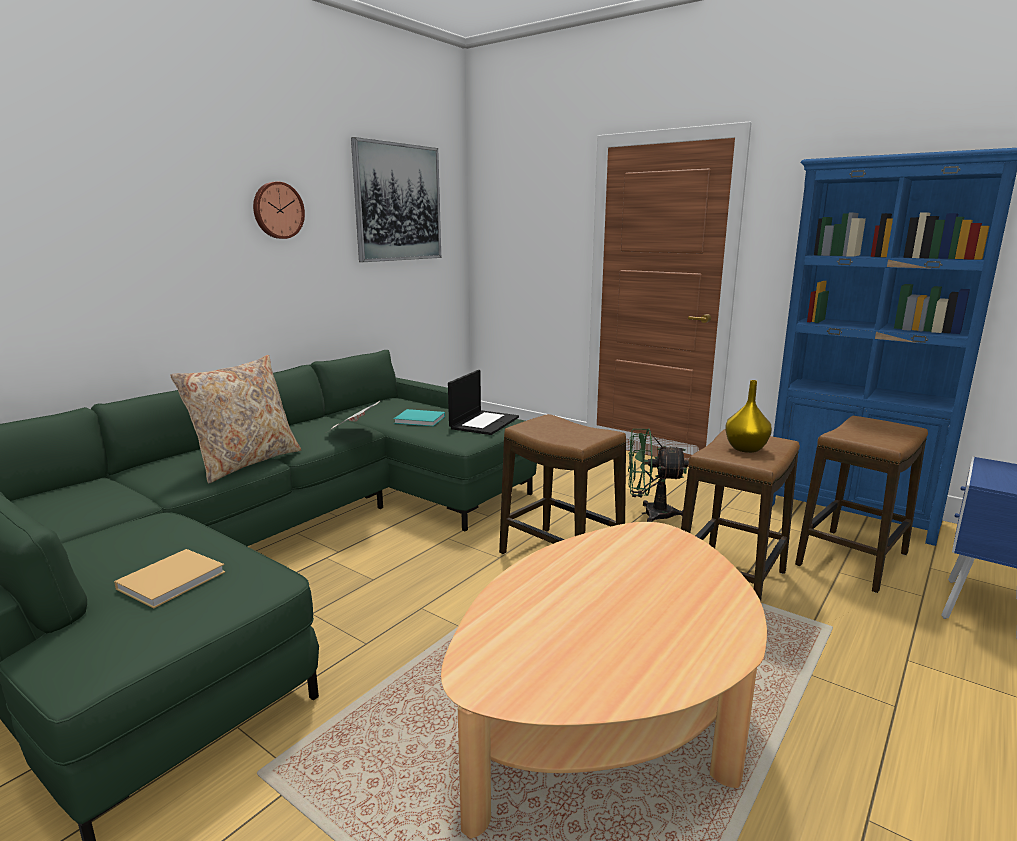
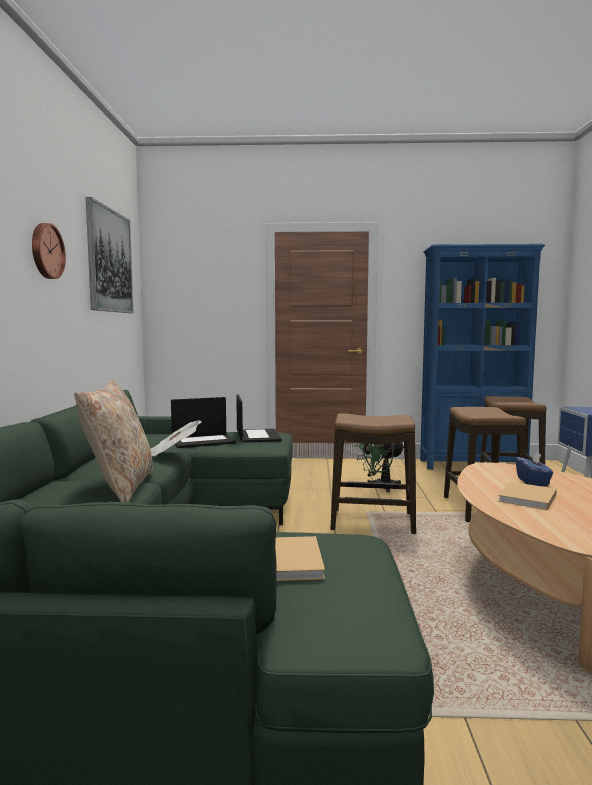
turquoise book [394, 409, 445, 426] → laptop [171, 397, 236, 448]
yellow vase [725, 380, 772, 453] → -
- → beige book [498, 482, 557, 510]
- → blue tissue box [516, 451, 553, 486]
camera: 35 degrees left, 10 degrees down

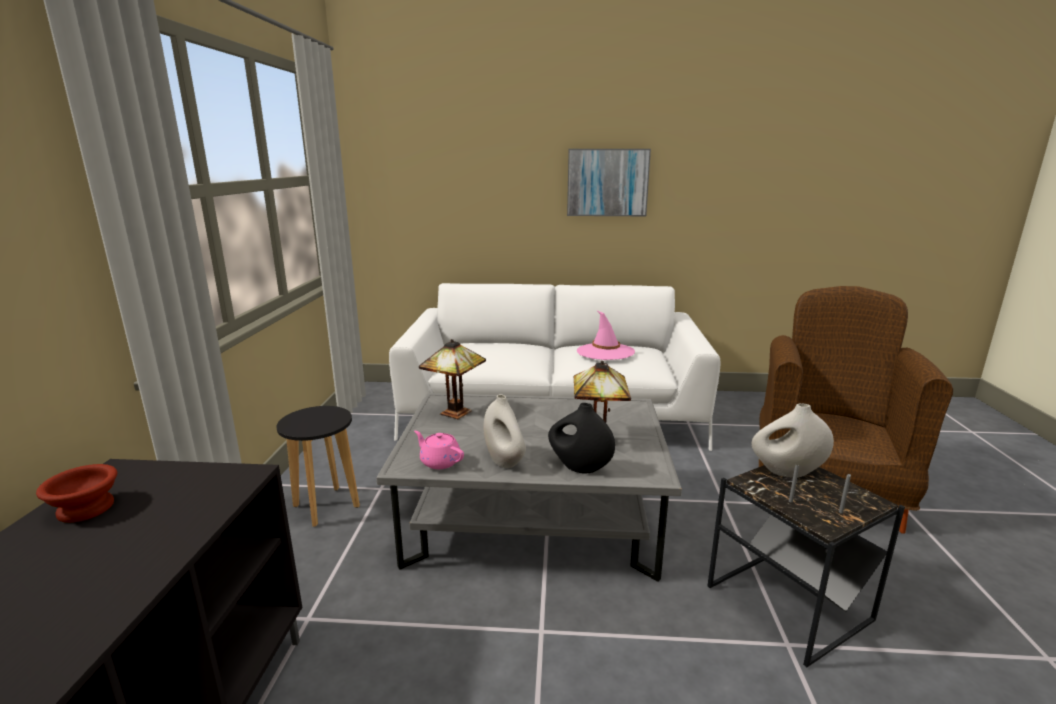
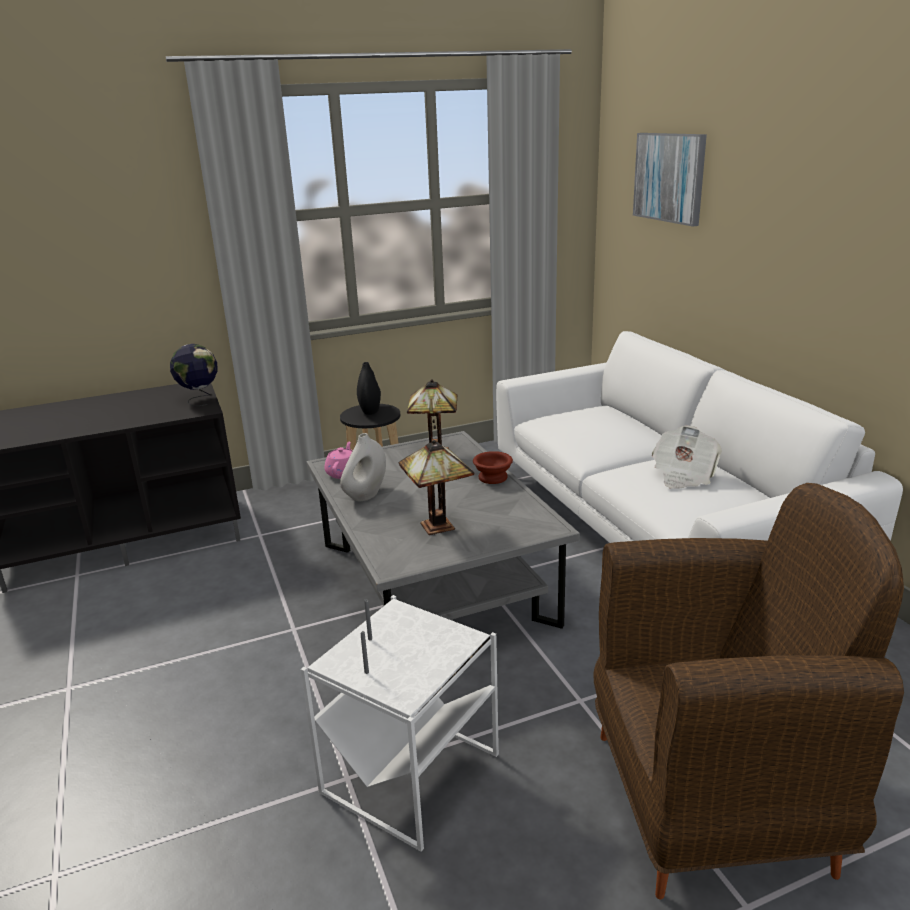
brown bowl [36, 464, 117, 523] → brown bowl [473, 451, 513, 484], relocated
black vase [548, 403, 615, 473] → black vase [357, 362, 381, 415], relocated
picture [567, 149, 651, 216] → picture [633, 133, 707, 227], relocated
pink hat [577, 311, 635, 360] → newspaper [652, 425, 722, 489]
black side table [707, 465, 905, 667] → white side table [301, 595, 499, 852]
white vase [752, 403, 834, 478] → -
- → globe [170, 344, 218, 406]
camera: 65 degrees right, 5 degrees up

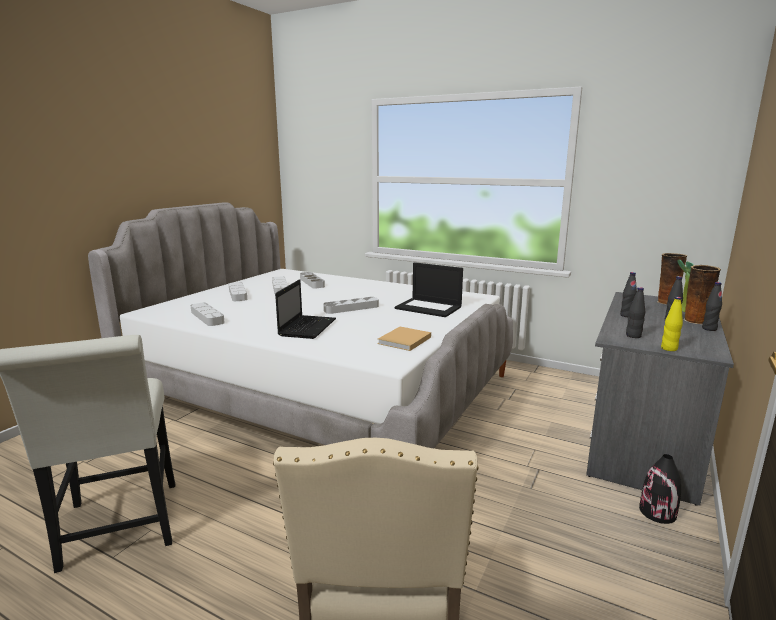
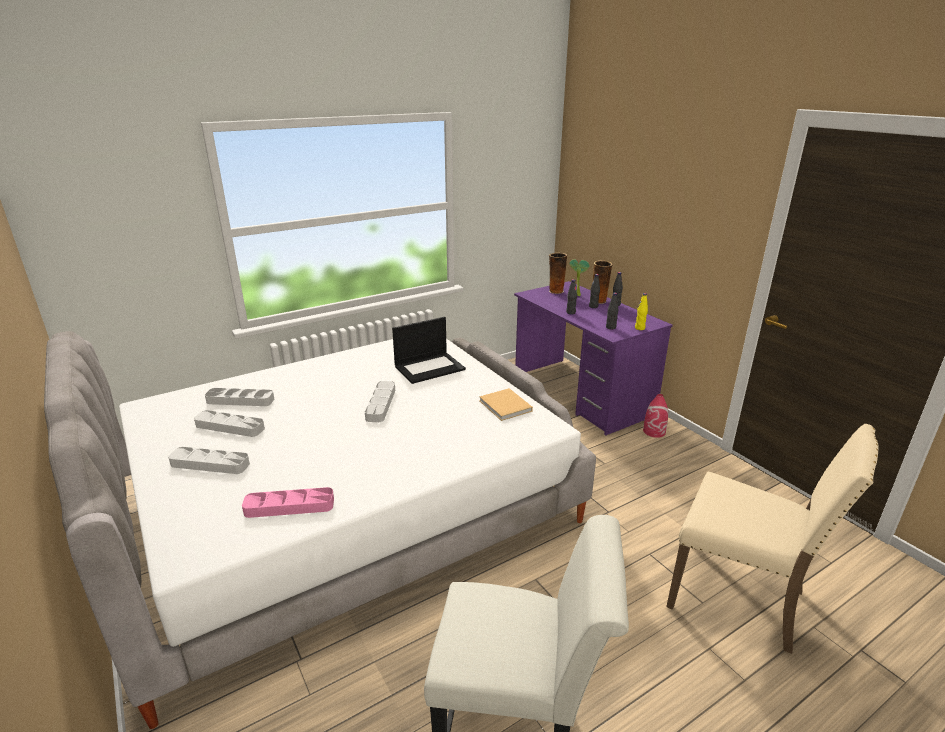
grey tray [190, 303, 225, 326] → pink tray [242, 487, 334, 518]
laptop [275, 279, 336, 339] → -
grey desk [586, 292, 734, 506] → purple desk [514, 281, 673, 436]
black vase [639, 454, 681, 524] → red vase [643, 394, 668, 438]
camera: 60 degrees left, 10 degrees up

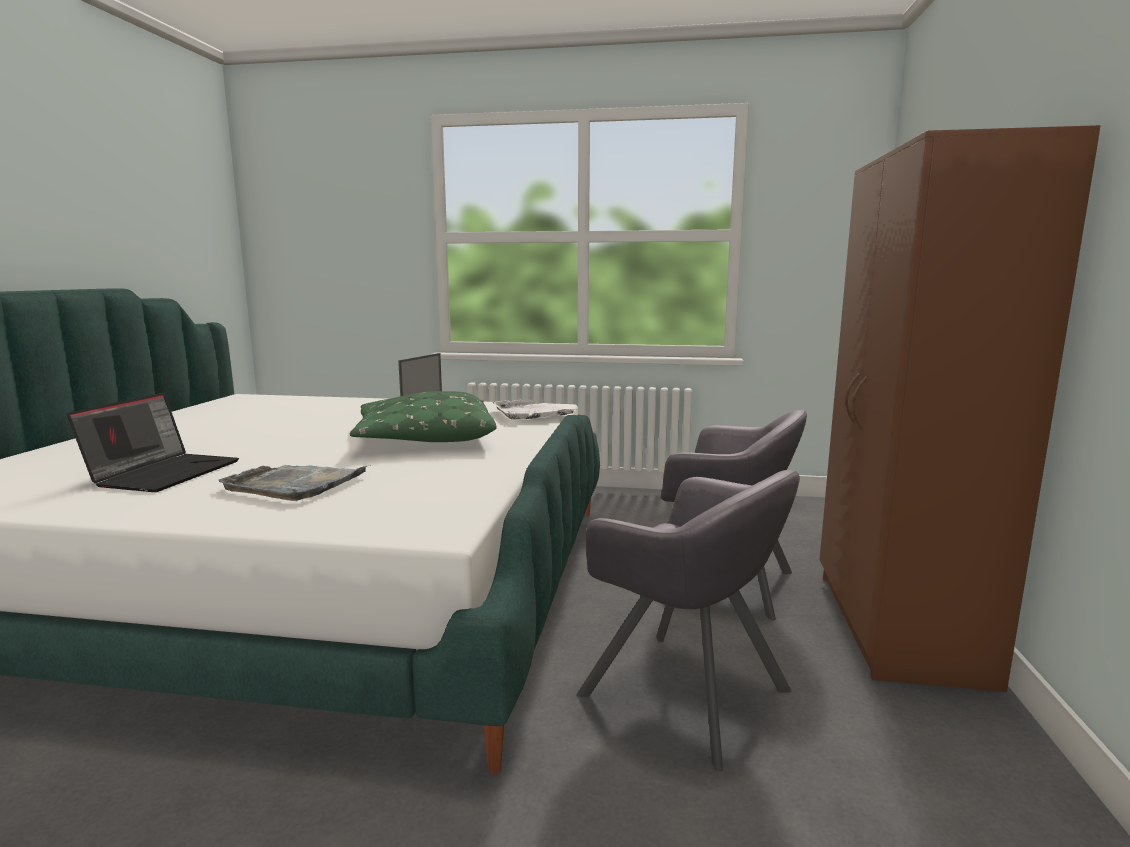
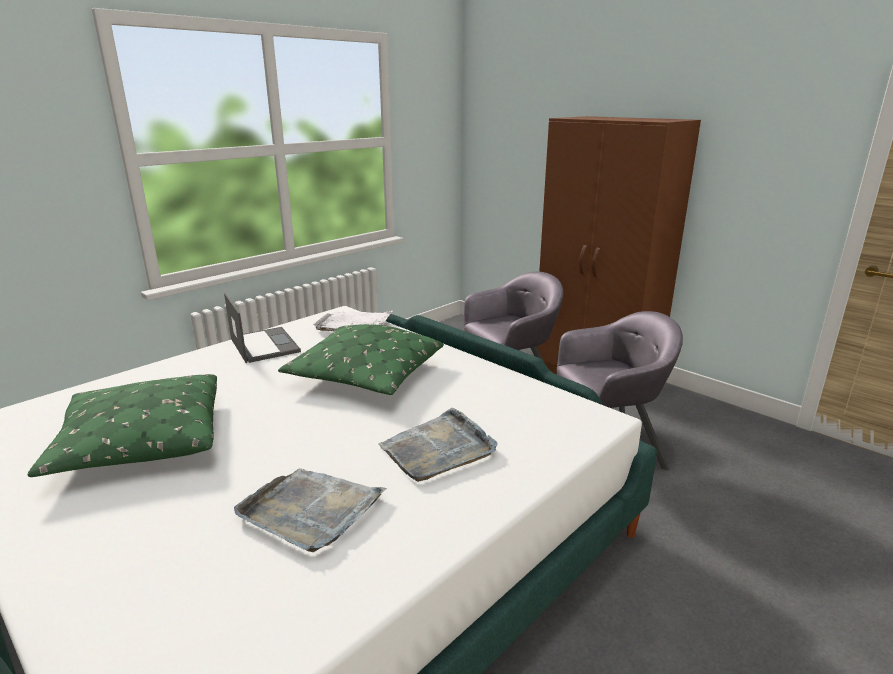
laptop [67, 393, 239, 492] → grey tray [234, 468, 387, 552]
- → green pillow [28, 374, 217, 477]
camera: 55 degrees left, 10 degrees up

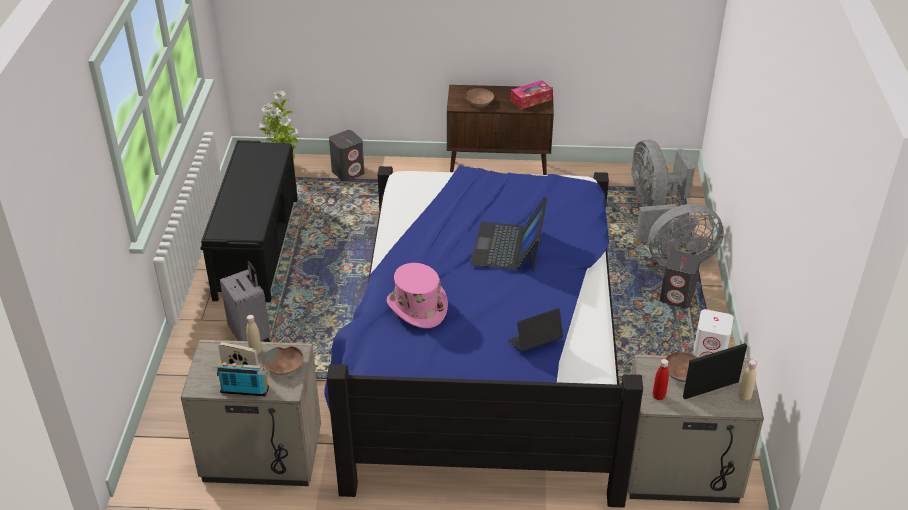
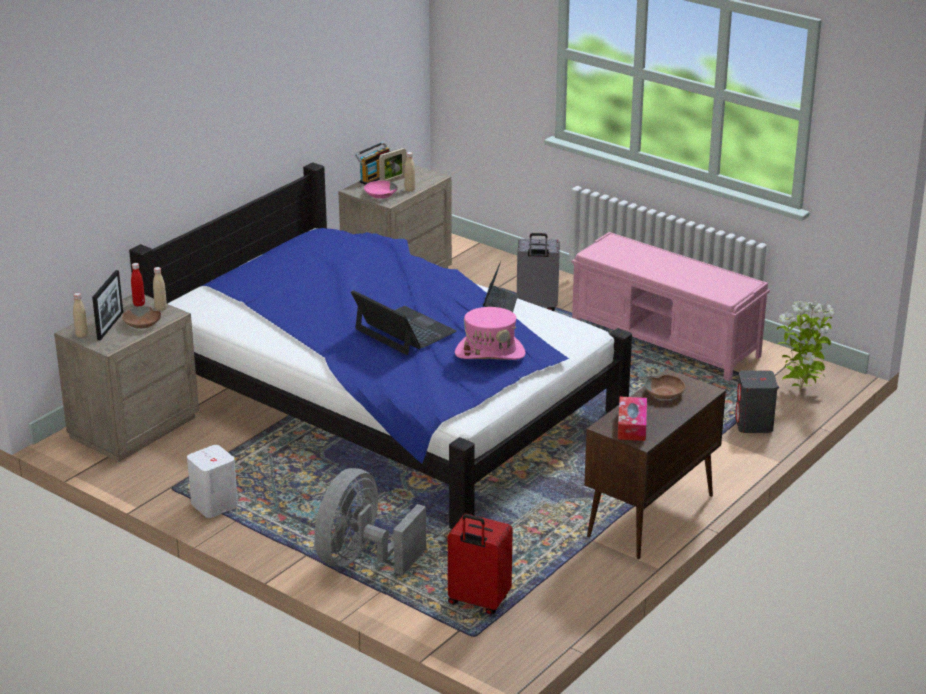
black bench [201, 140, 298, 302] → pink bench [572, 232, 770, 381]
brown bowl [263, 346, 304, 375] → pink bowl [364, 181, 397, 199]
pink hat [387, 263, 448, 328] → pink hat [455, 307, 526, 360], relocated
laptop [508, 308, 563, 351] → laptop [483, 261, 518, 312], relocated
grey fan [631, 140, 695, 207] → red suitcase [448, 514, 513, 614]
grey speaker [660, 250, 701, 308] → -
- → beige bottle [153, 267, 167, 311]
camera: 125 degrees right, 10 degrees down

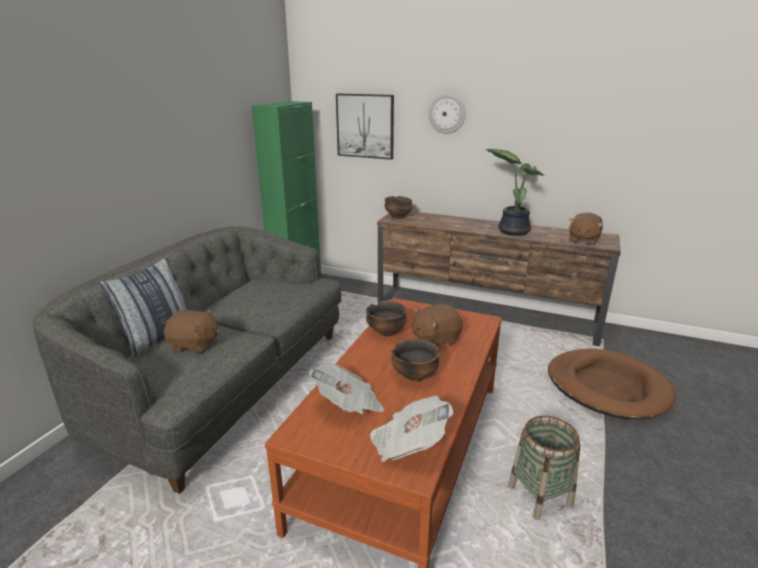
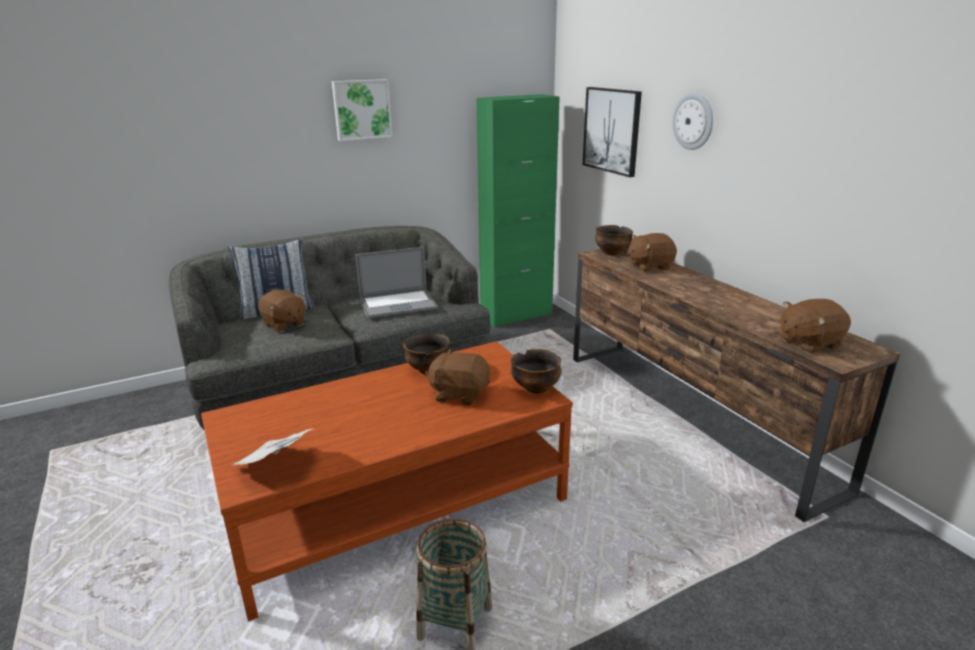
newspaper [309, 363, 384, 414] → -
bowl [391, 339, 439, 381] → bowl [510, 349, 562, 394], relocated
potted plant [486, 149, 544, 236] → -
brown dog bed [548, 349, 676, 419] → -
- → picture [332, 79, 393, 141]
- → laptop [356, 247, 438, 318]
- → brown plush toy [626, 233, 677, 272]
camera: 40 degrees right, 0 degrees up

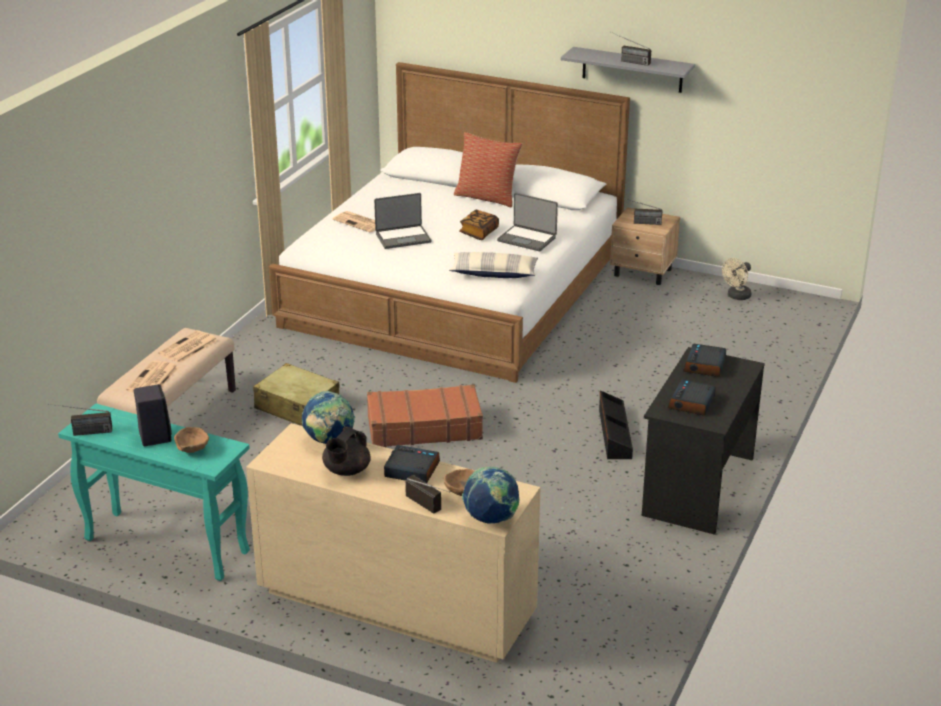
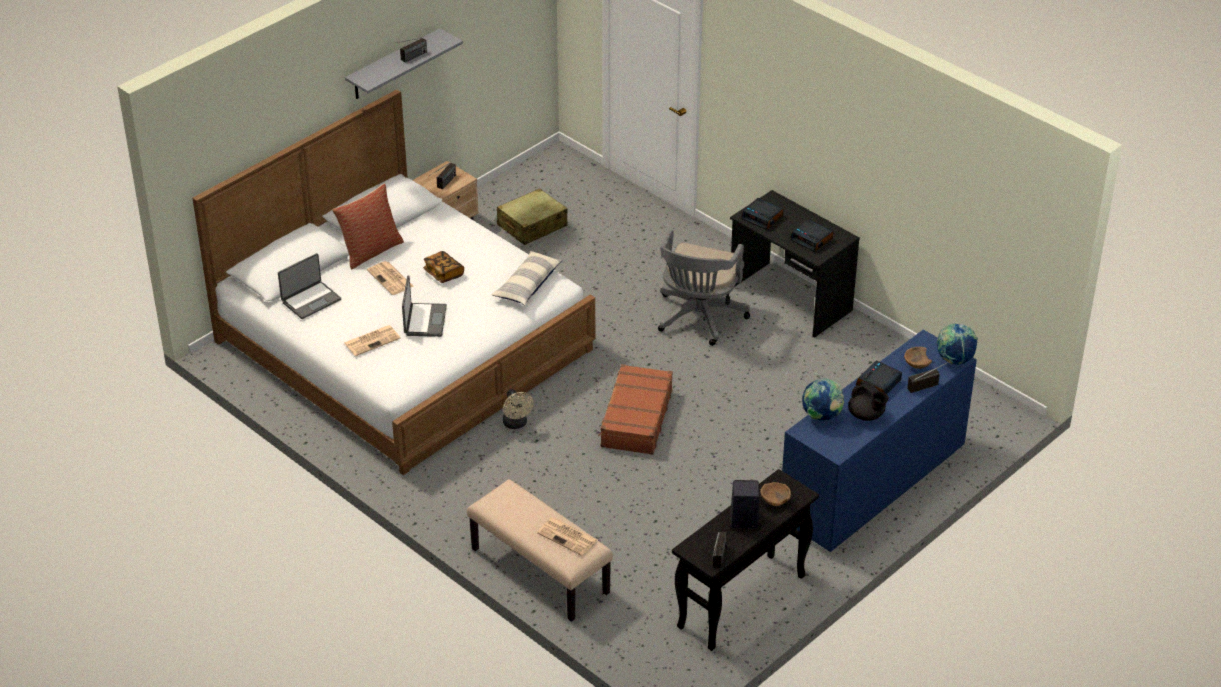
turquoise console table [58, 404, 250, 581] → black console table [672, 469, 819, 651]
newspaper [158, 330, 218, 363] → newspaper [367, 261, 414, 295], relocated
beige dresser [246, 423, 540, 663] → blue dresser [782, 330, 977, 552]
beige suitcase [253, 363, 339, 426] → beige suitcase [497, 188, 568, 245], relocated
laptop [497, 193, 558, 251] → laptop [278, 253, 341, 319], relocated
black storage box [599, 390, 633, 459] → grey office chair [658, 229, 750, 346]
beige fan [722, 258, 751, 300] → beige fan [503, 389, 534, 429], relocated
camera: 70 degrees left, 10 degrees up

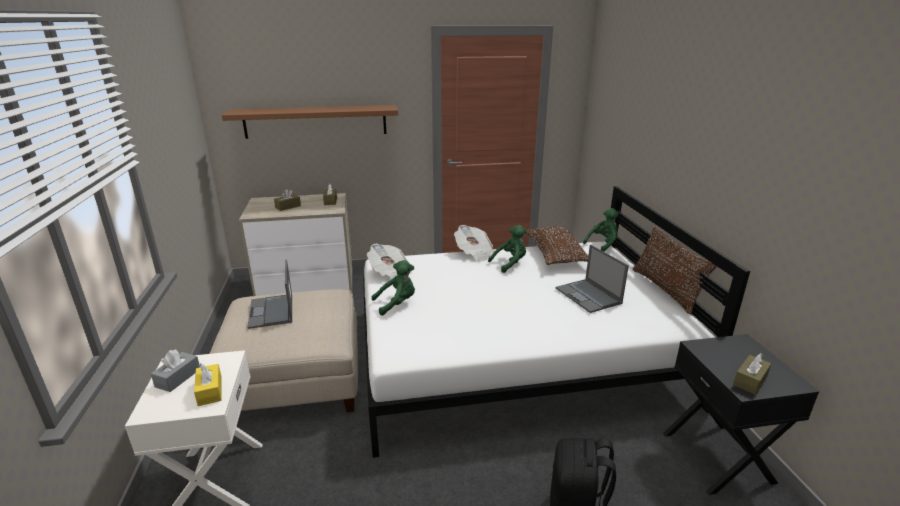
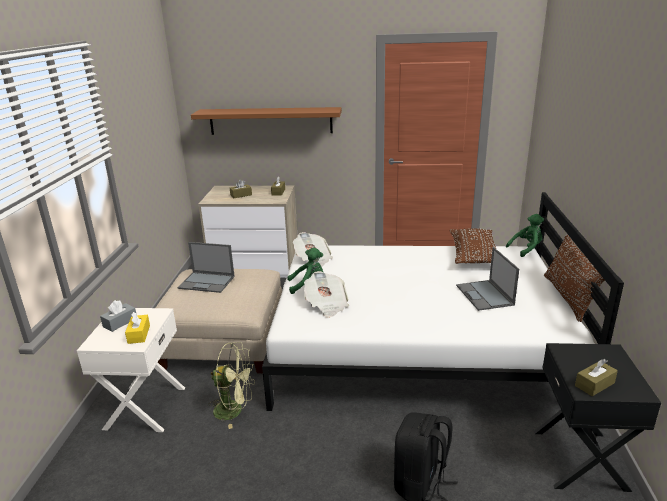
laptop [247, 259, 292, 329] → laptop [177, 242, 235, 293], 75 degrees counterclockwise
newspaper [454, 225, 495, 262] → newspaper [304, 271, 349, 318], relocated
green plush toy [488, 225, 527, 273] → -
- → green fan [208, 342, 255, 429]
camera: 15 degrees right, 0 degrees up

